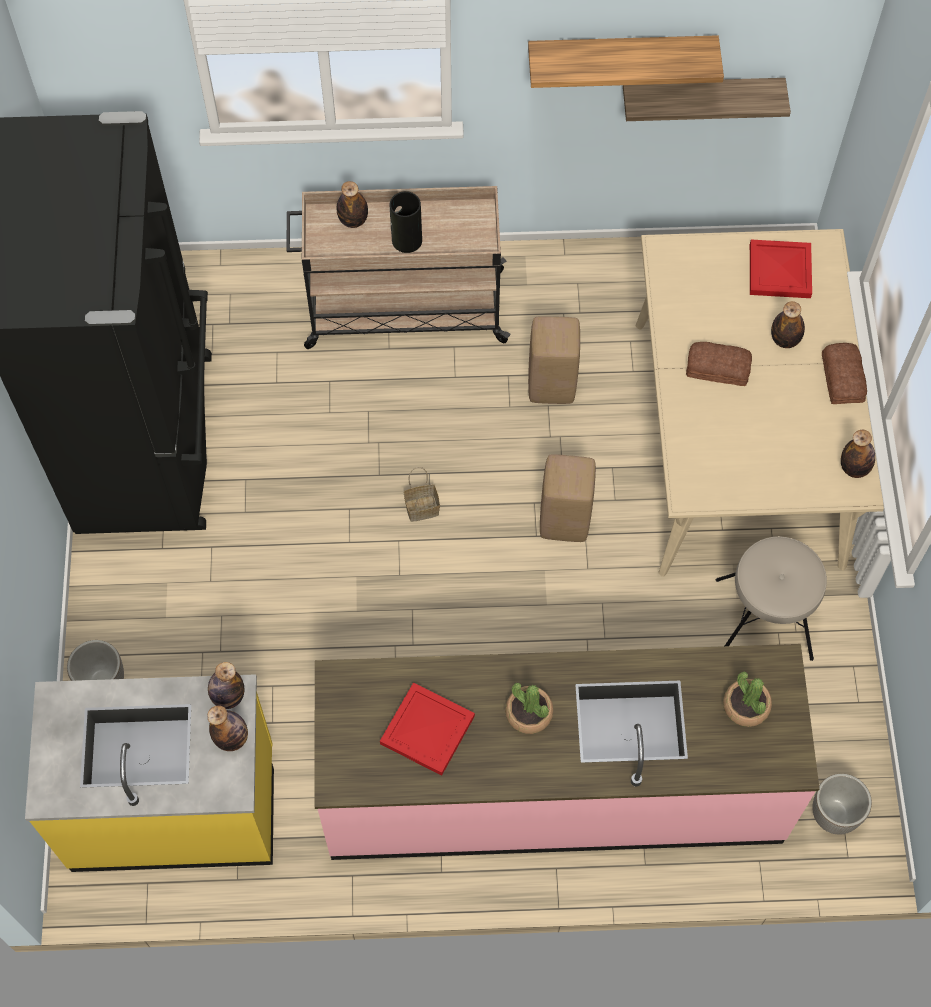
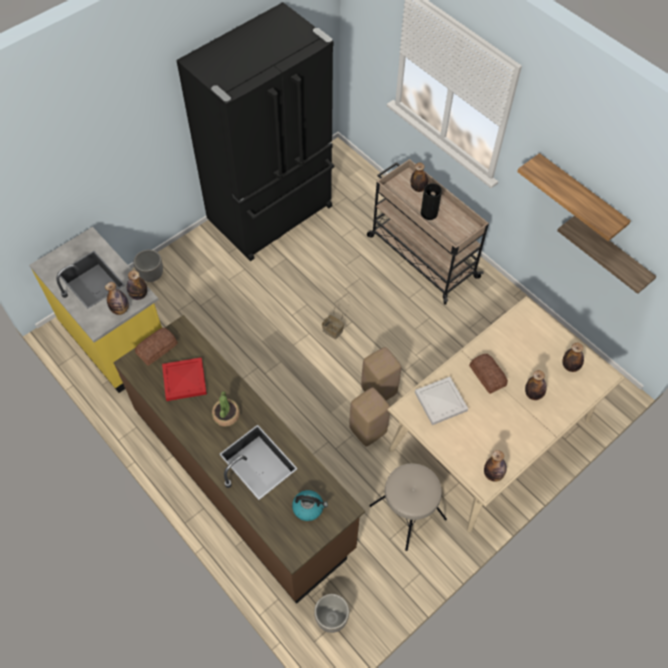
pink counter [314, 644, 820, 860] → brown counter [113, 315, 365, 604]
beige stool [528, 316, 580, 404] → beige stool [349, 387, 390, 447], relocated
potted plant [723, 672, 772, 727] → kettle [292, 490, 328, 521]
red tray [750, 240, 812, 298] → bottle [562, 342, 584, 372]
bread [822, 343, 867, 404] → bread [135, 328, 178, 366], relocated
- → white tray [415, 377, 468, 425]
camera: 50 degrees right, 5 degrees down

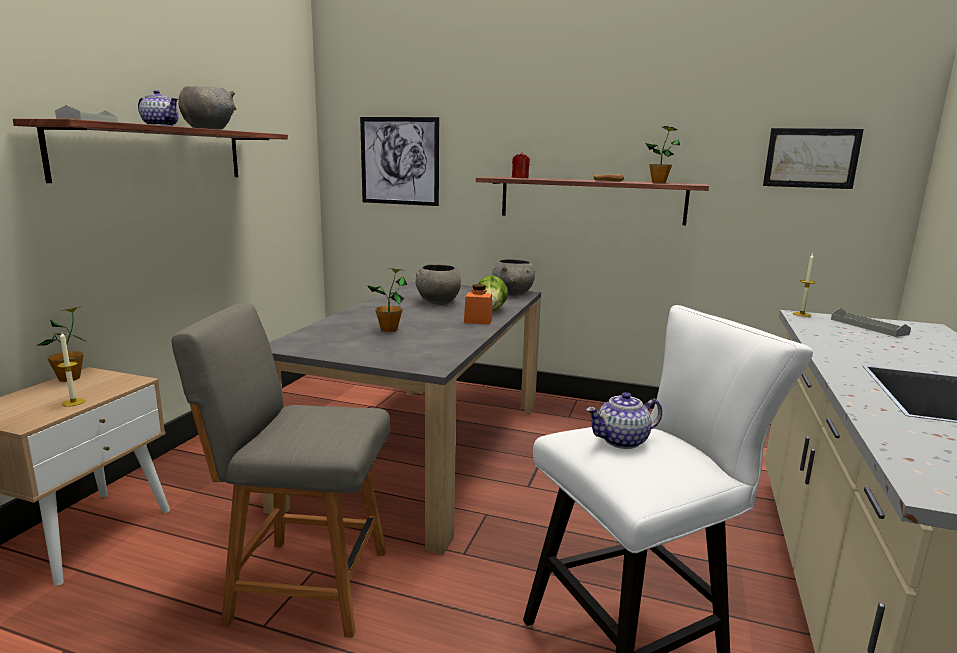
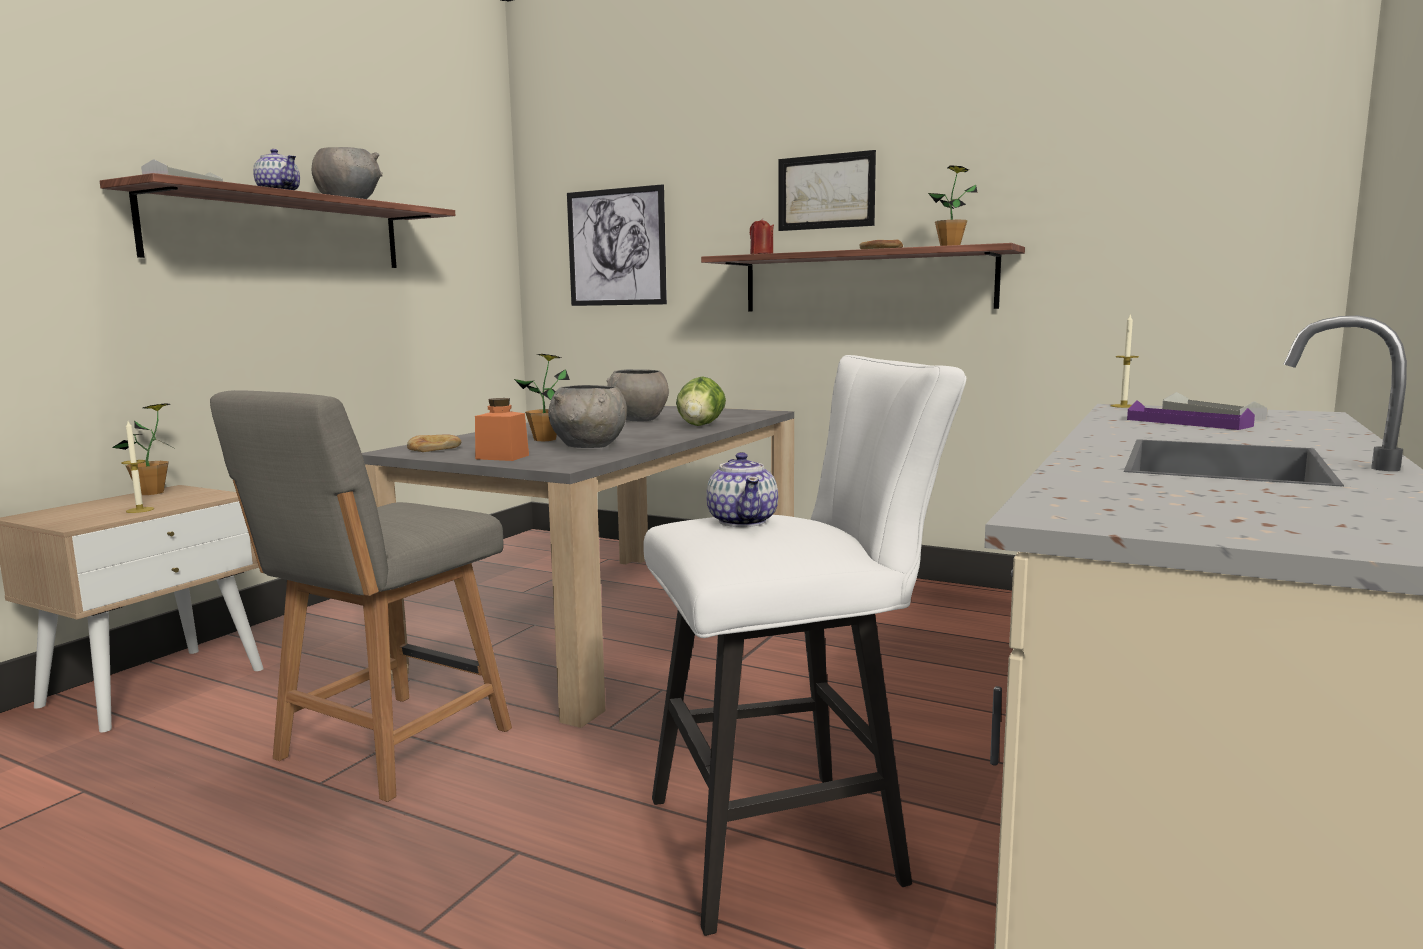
grey chair [171, 303, 390, 638] → grey chair [210, 390, 512, 802], 75 degrees counterclockwise
orange jar [464, 284, 492, 325] → orange jar [475, 398, 529, 461], relocated
grey bowl [492, 259, 535, 296] → grey bowl [548, 385, 627, 448], relocated
teapot [586, 392, 662, 449] → teapot [706, 452, 778, 527], 90 degrees counterclockwise
picture [763, 128, 864, 189] → picture [778, 150, 876, 231], relocated
- → bread [407, 434, 461, 452]
- → purple tray [1127, 400, 1255, 430]
camera: 10 degrees right, 5 degrees down

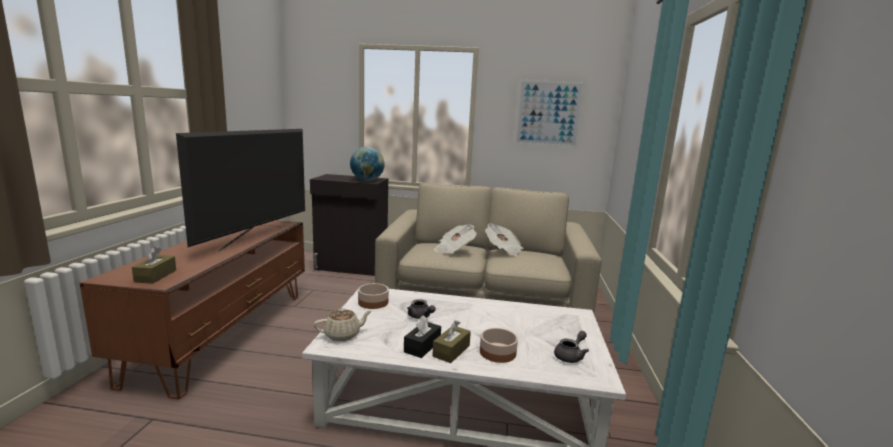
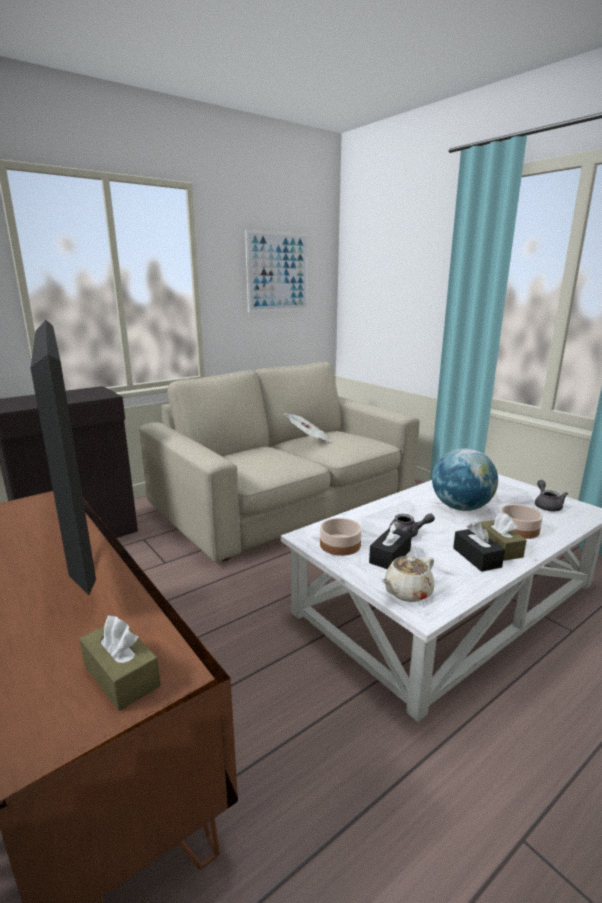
beige teapot [314, 308, 372, 341] → beige teapot [382, 556, 434, 602], 150 degrees counterclockwise
globe [350, 147, 384, 181] → globe [432, 448, 498, 511], relocated
newspaper [434, 224, 477, 254] → -
- → black tissue box [369, 522, 412, 569]
camera: 45 degrees left, 5 degrees up

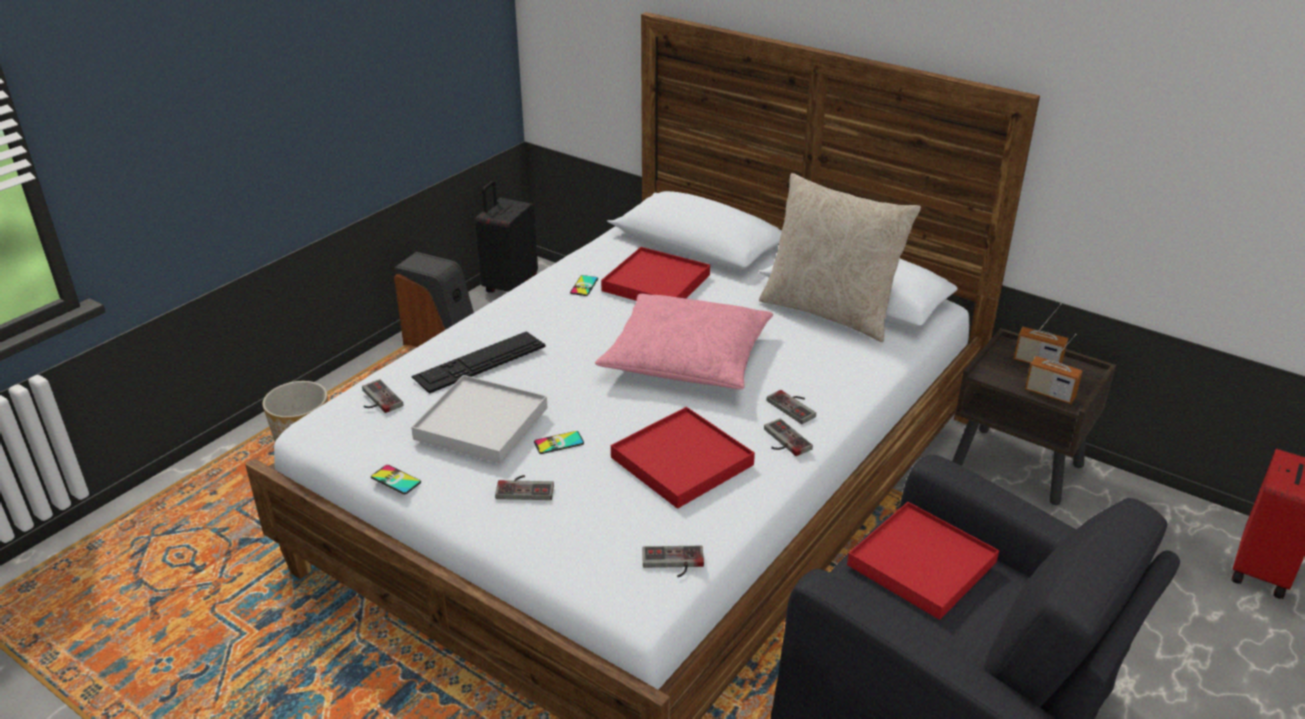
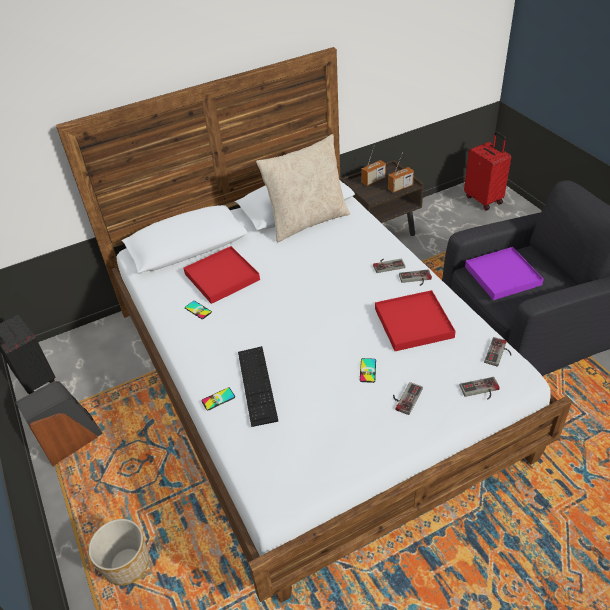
game controller [362, 379, 404, 413] → game controller [460, 377, 500, 400], relocated
phone [371, 465, 421, 494] → phone [201, 387, 235, 411], relocated
white tray [411, 375, 548, 464] → -
pink pillow [595, 294, 773, 389] → -
red tray [847, 502, 999, 620] → purple tray [465, 247, 544, 300]
camera: 60 degrees left, 10 degrees up

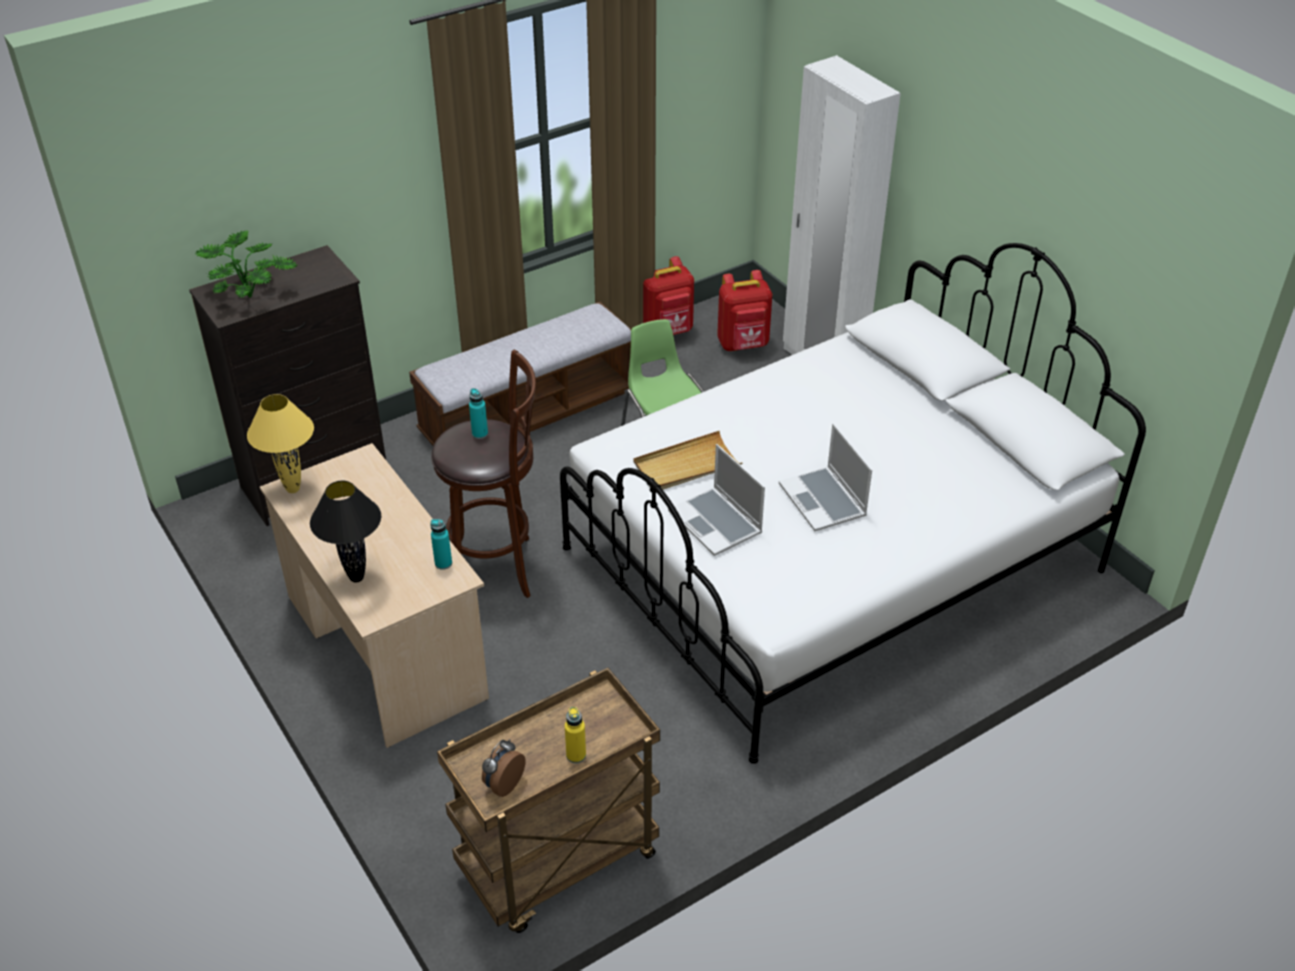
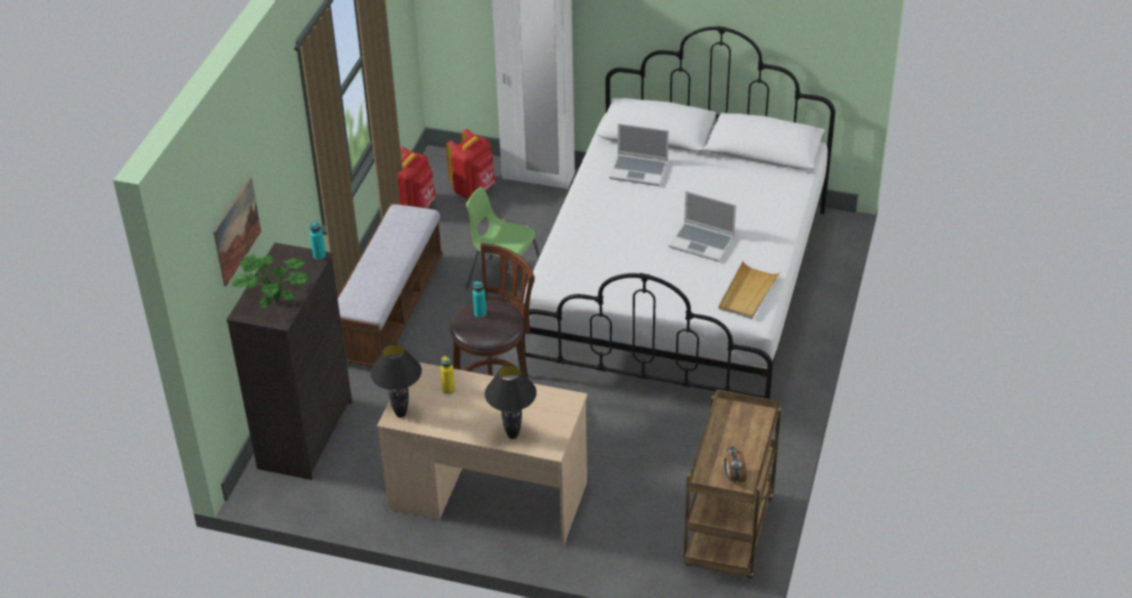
yellow table lamp [247, 394, 314, 493] → black table lamp [370, 344, 422, 418]
turquoise bottle [430, 519, 452, 570] → turquoise bottle [310, 221, 326, 260], relocated
yellow bottle [565, 707, 586, 763] → yellow bottle [441, 356, 455, 394], relocated
beige tray [634, 431, 743, 490] → beige tray [719, 261, 780, 319], relocated
laptop [668, 444, 765, 556] → laptop [609, 123, 669, 186], relocated
- → picture [213, 177, 261, 287]
camera: 40 degrees left, 0 degrees up

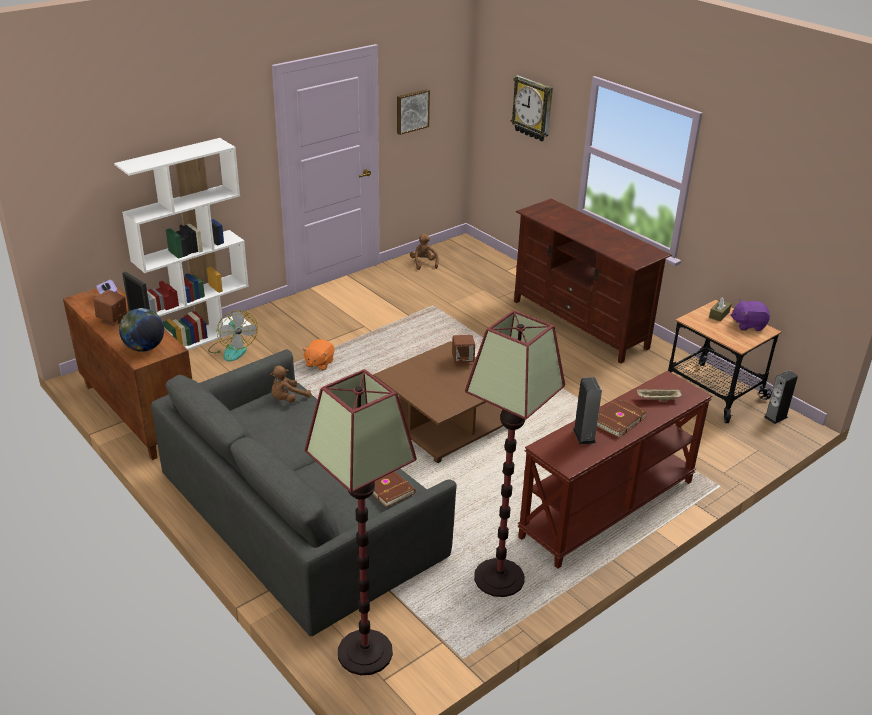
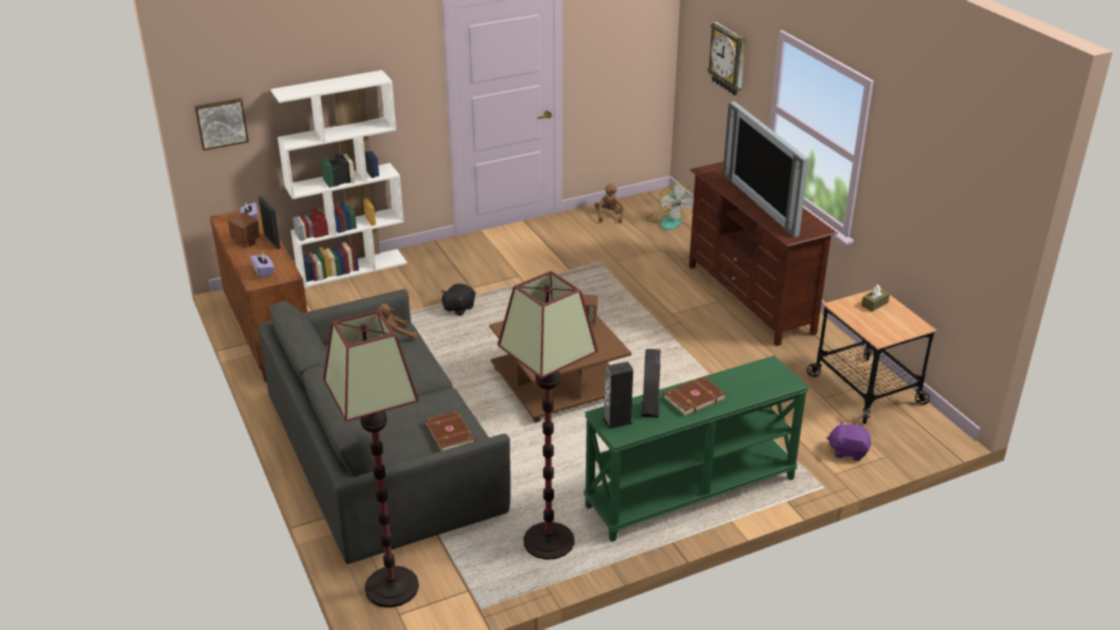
globe [119, 308, 164, 352] → purple tissue box [251, 253, 274, 278]
fan [208, 310, 258, 361] → fan [647, 183, 694, 230], relocated
orange plush toy [302, 339, 334, 370] → black plush toy [441, 284, 475, 316]
picture [397, 89, 430, 135] → picture [195, 98, 249, 151], relocated
brown console table [518, 371, 712, 569] → green console table [584, 355, 809, 542]
beige tray [637, 389, 682, 401] → -
purple plush toy [730, 299, 770, 331] → purple plush toy [827, 421, 871, 461], relocated
speaker [764, 370, 798, 424] → speaker [602, 361, 633, 429], relocated
- → television [723, 102, 809, 237]
camera: 15 degrees right, 0 degrees up

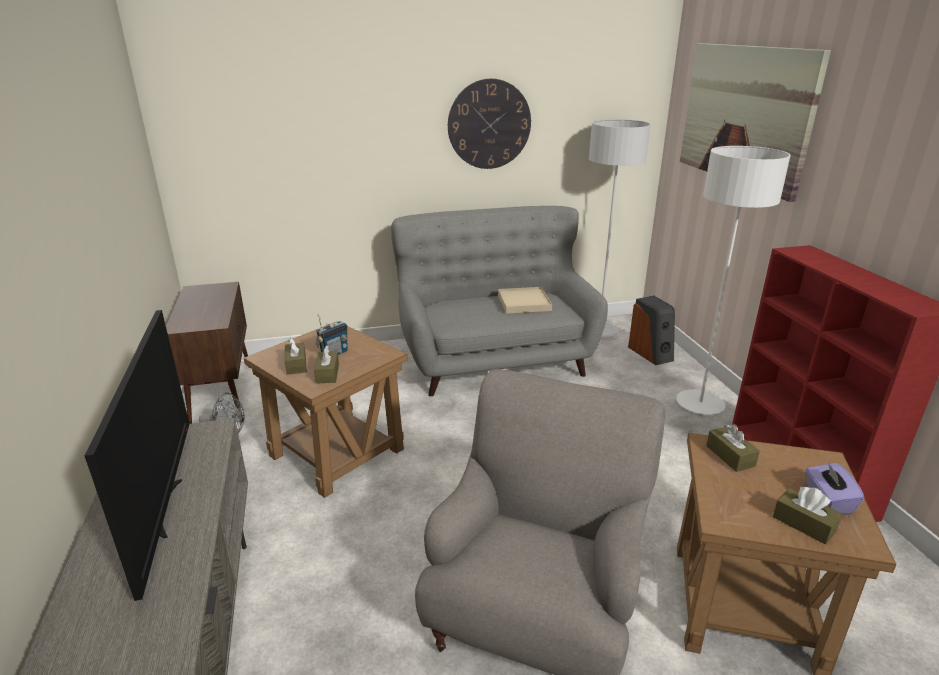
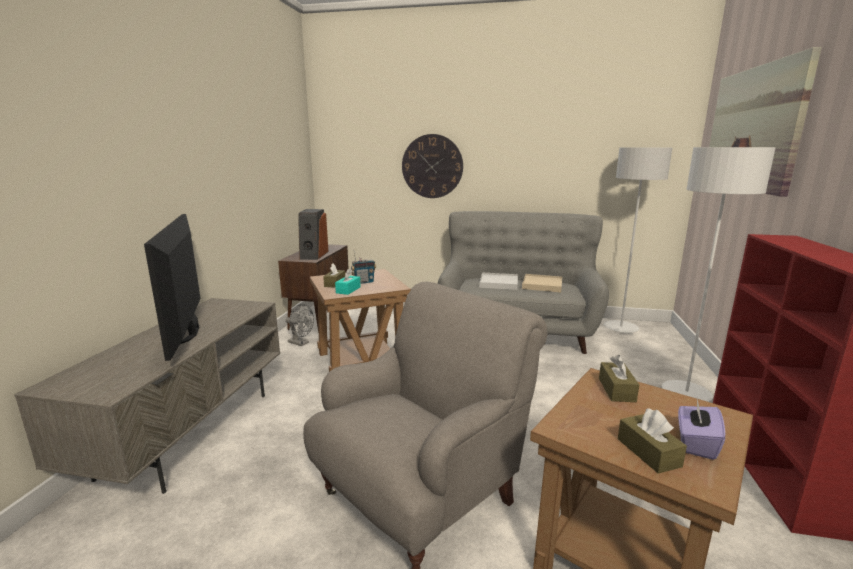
television [85, 310, 189, 601] → television [144, 214, 201, 361], 150 degrees clockwise
brown tissue box [314, 346, 339, 384] → turquoise tissue box [335, 269, 361, 295]
wall clock [448, 79, 531, 169] → wall clock [402, 134, 463, 198], relocated
speaker [628, 296, 675, 365] → speaker [298, 209, 329, 260], relocated
- → white tray [479, 272, 518, 290]
camera: 25 degrees right, 10 degrees down

